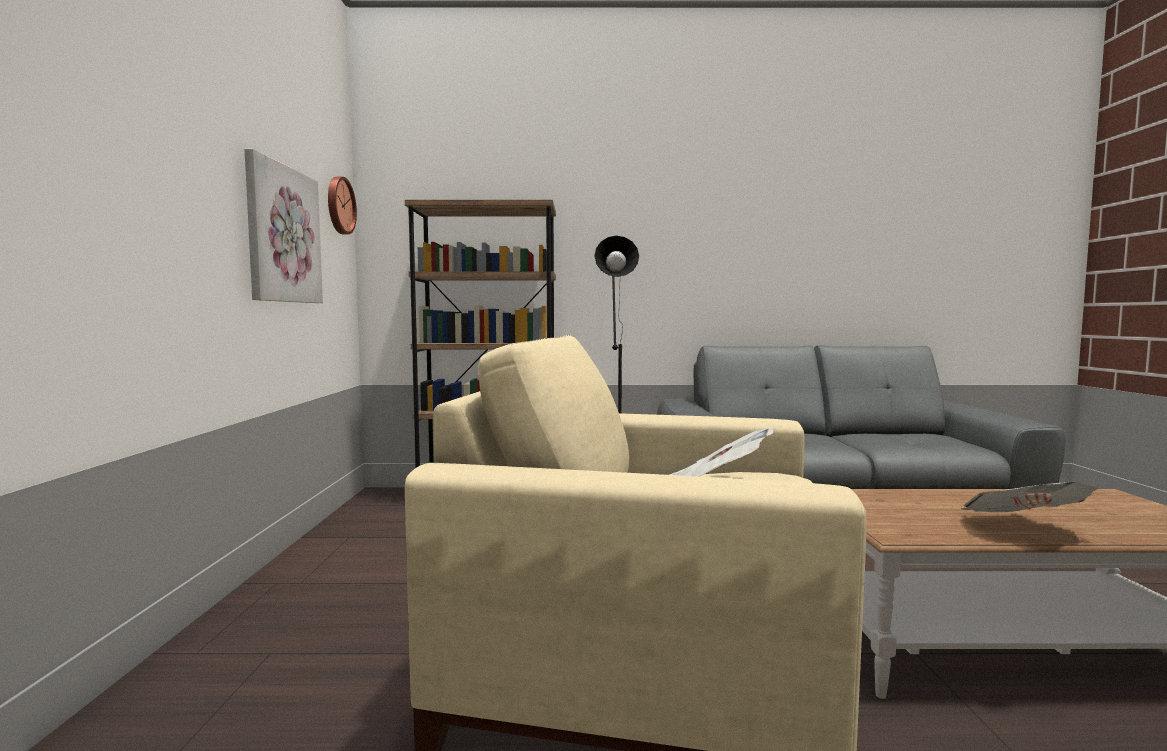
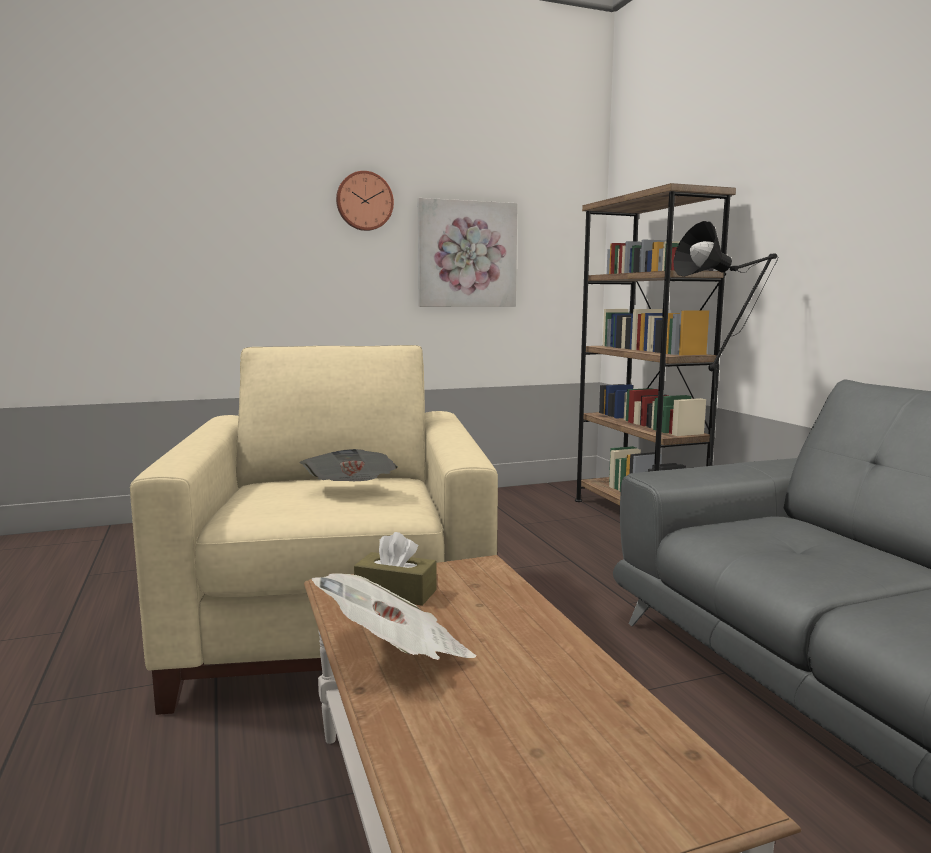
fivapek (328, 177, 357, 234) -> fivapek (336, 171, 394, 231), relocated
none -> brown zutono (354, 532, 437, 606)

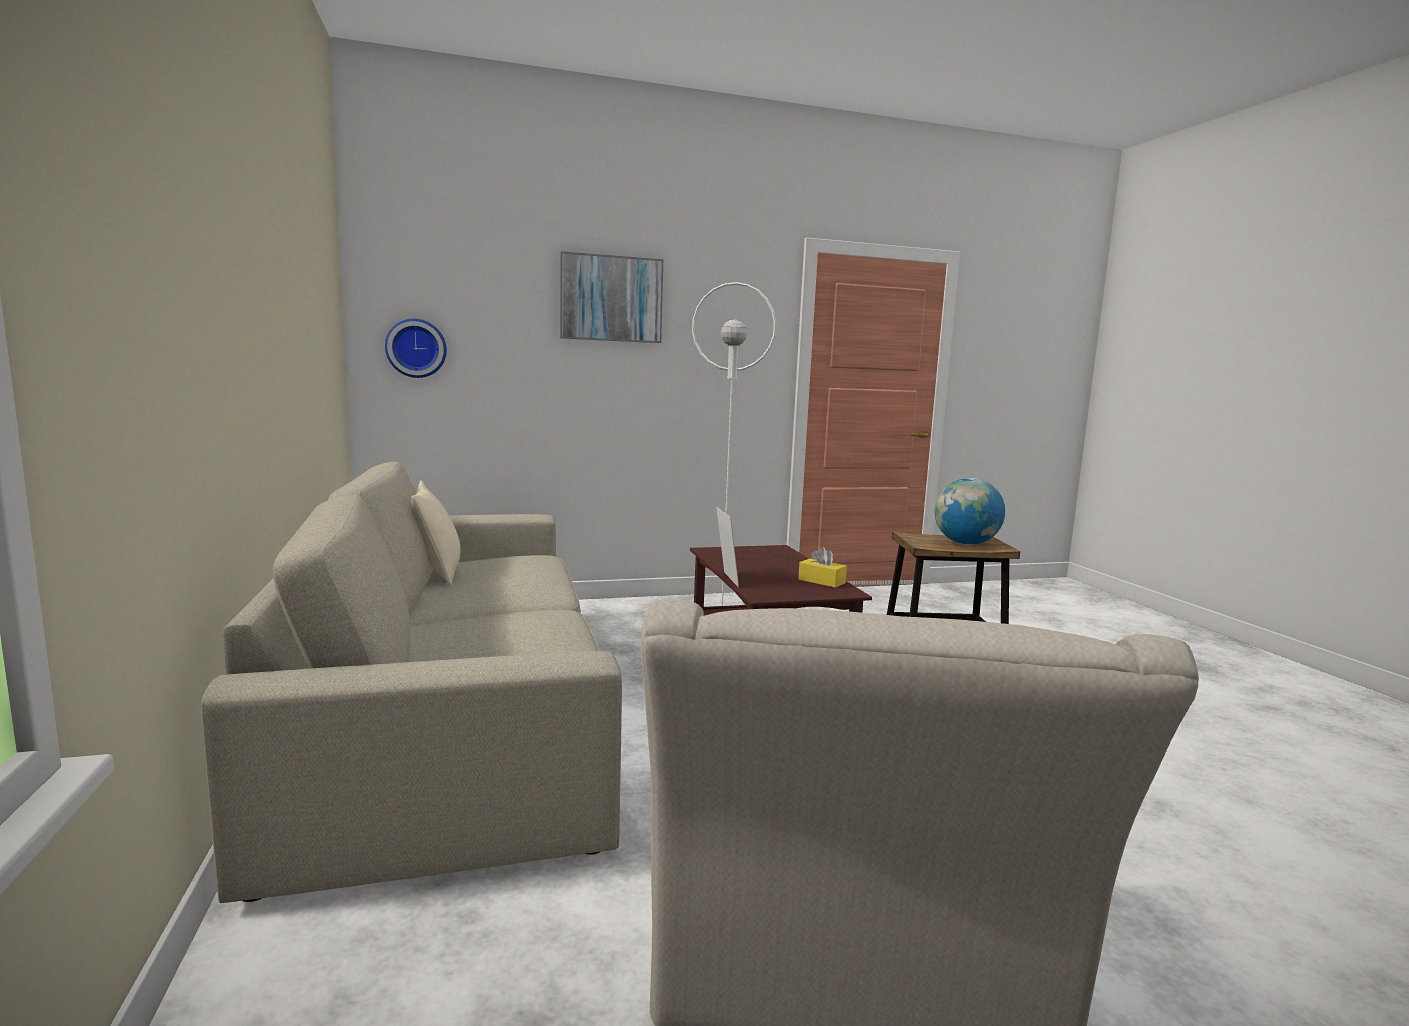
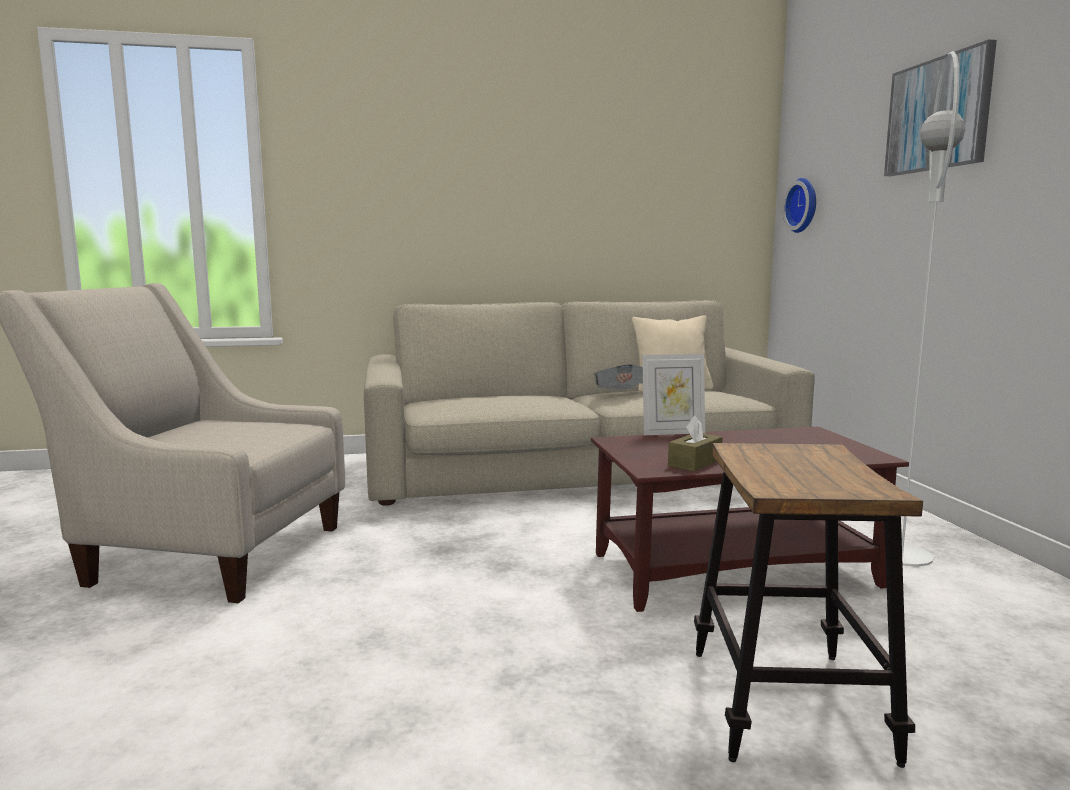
none -> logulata (594, 364, 643, 389)
yellow zutono (798, 547, 847, 588) -> brown zutono (668, 416, 723, 472)
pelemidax (935, 478, 1005, 545) -> none

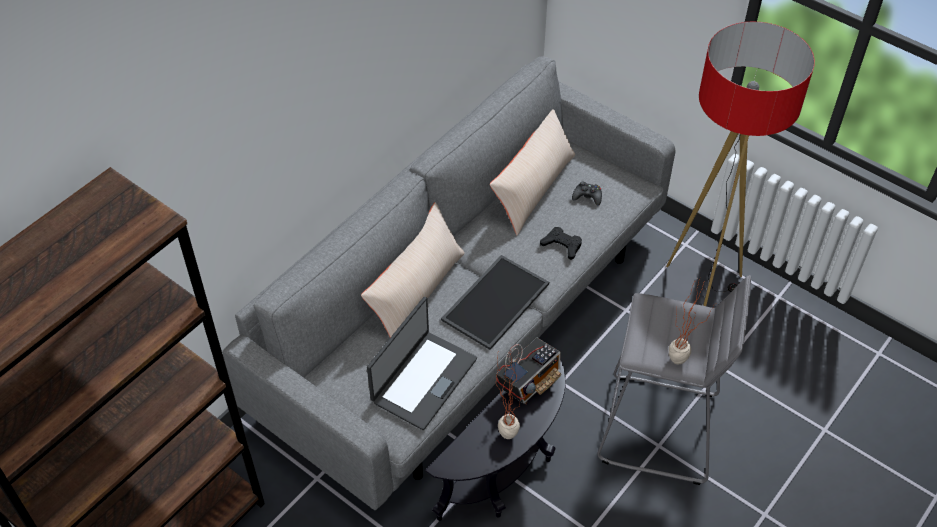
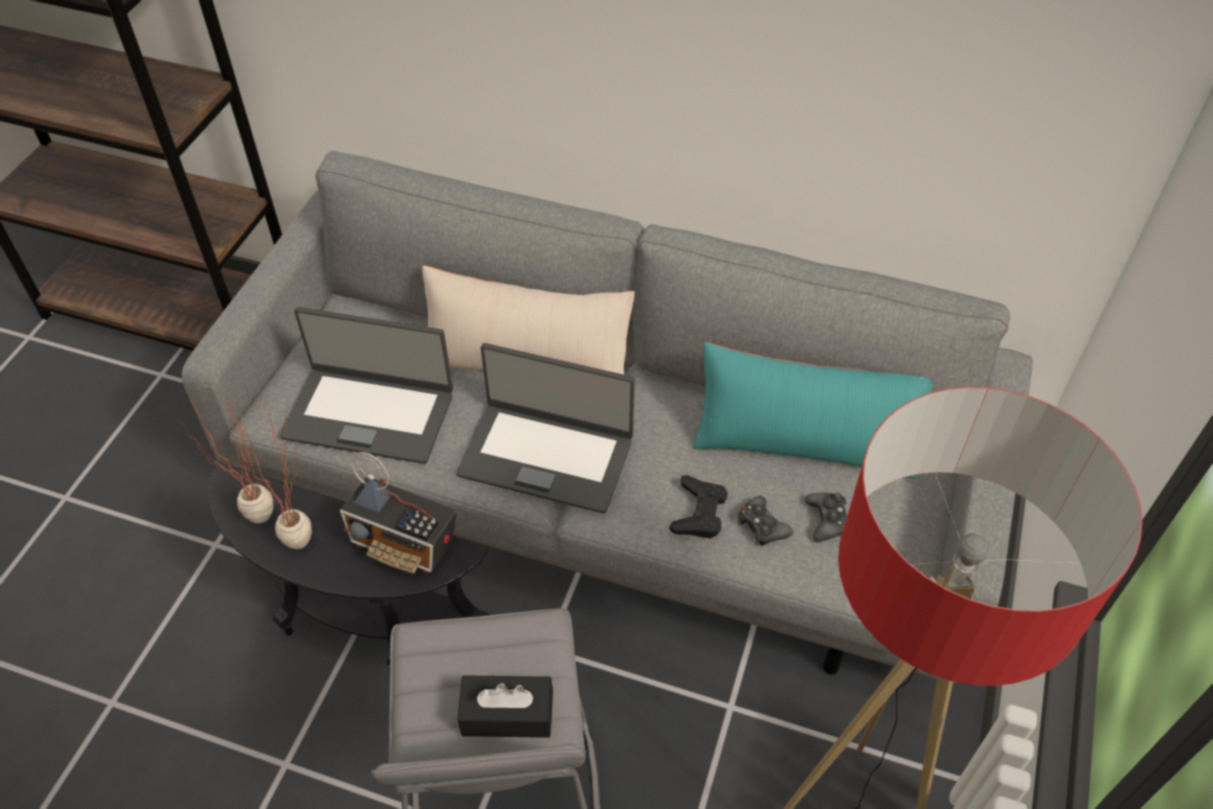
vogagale (669, 277, 715, 364) -> vogagale (179, 392, 274, 524), relocated
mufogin (441, 255, 549, 350) -> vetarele (456, 343, 635, 513)
none -> black zutono (458, 675, 553, 738)
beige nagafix (490, 109, 575, 235) -> turquoise nagafix (692, 342, 933, 479)
none -> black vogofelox (737, 496, 794, 546)

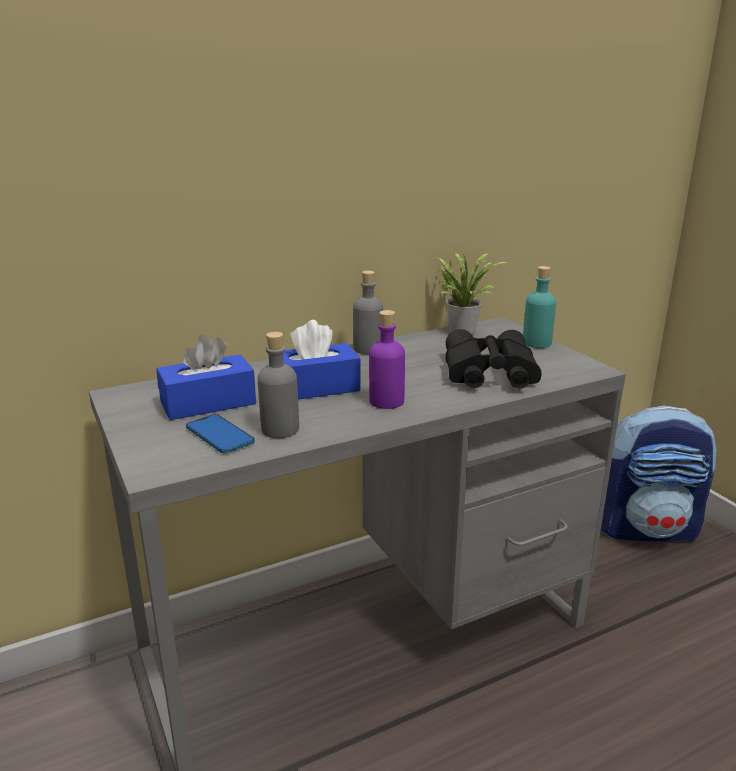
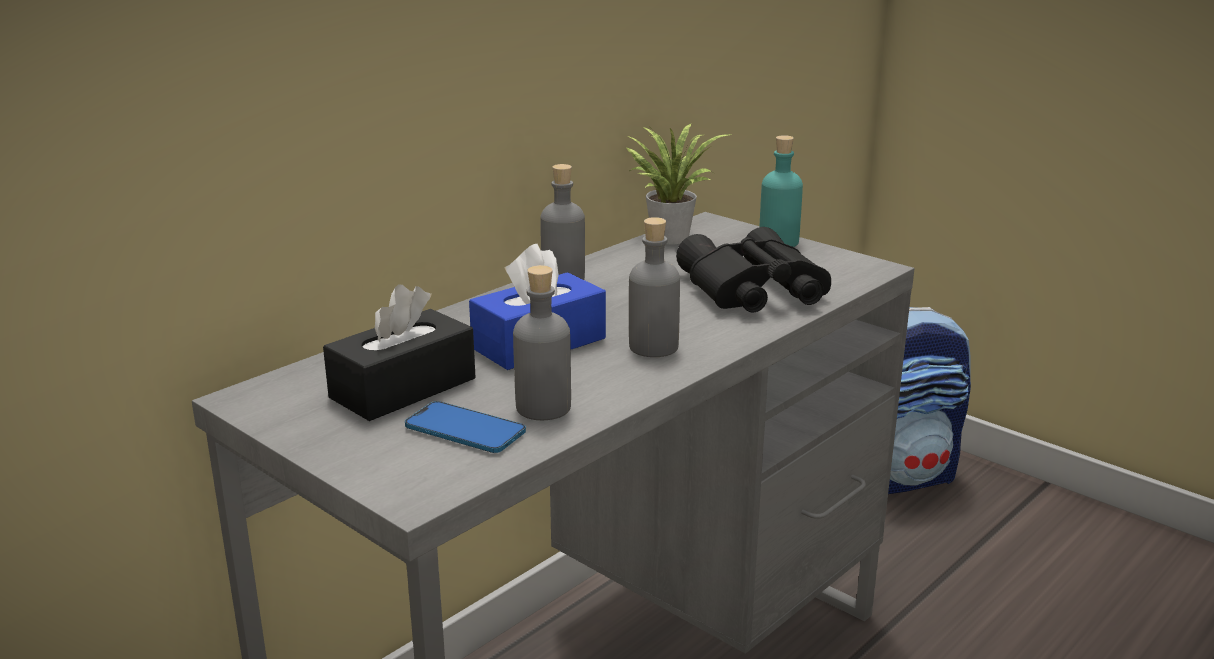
blue zutono (156, 334, 256, 420) -> black zutono (323, 284, 475, 421)
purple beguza (369, 310, 405, 409) -> grey beguza (629, 217, 680, 357)

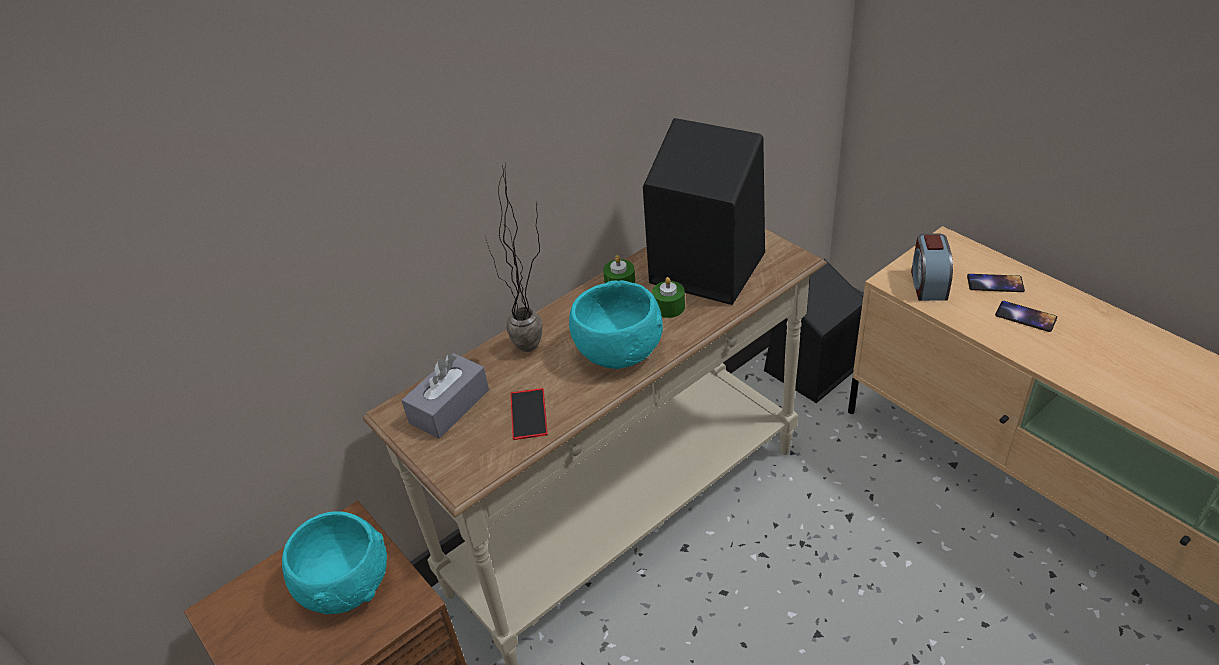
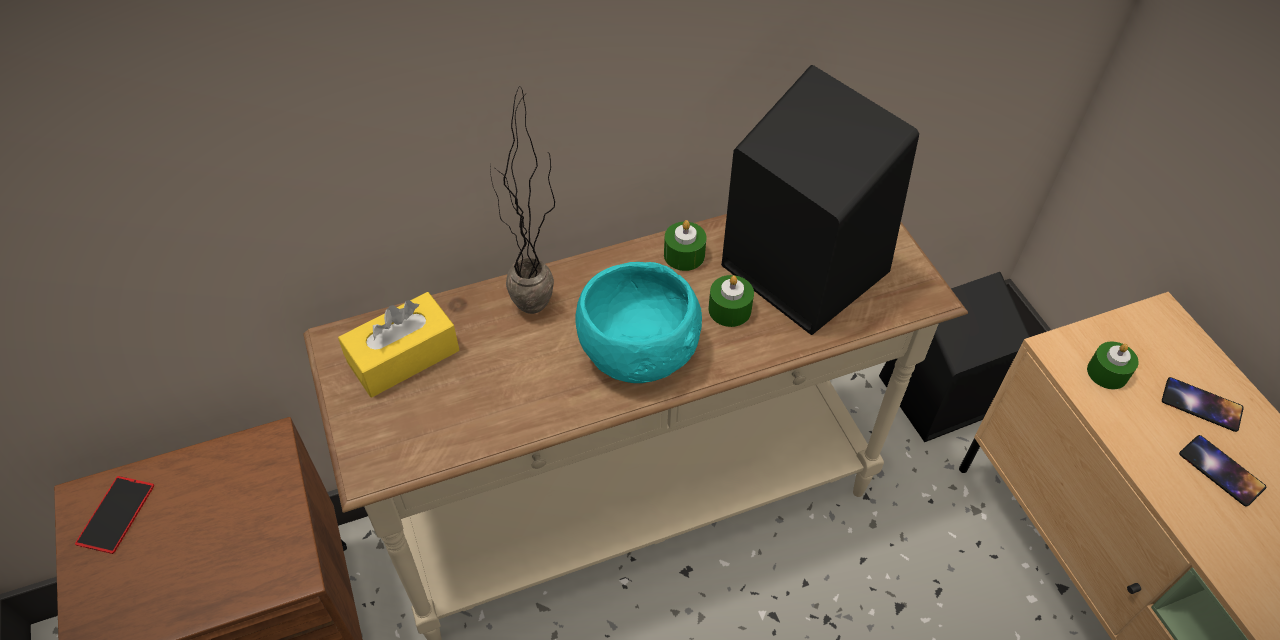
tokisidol (510, 388, 548, 440) -> tokisidol (75, 476, 154, 554), relocated
grey zutono (402, 353, 489, 439) -> yellow zutono (338, 292, 459, 397)
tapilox (911, 233, 953, 301) -> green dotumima (1087, 342, 1139, 389)
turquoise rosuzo (282, 511, 387, 614) -> none

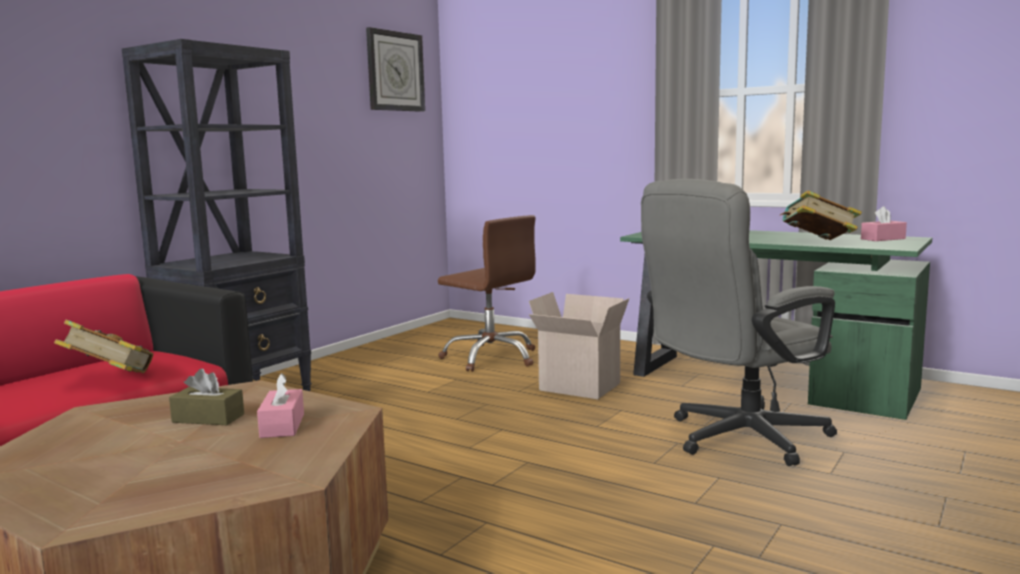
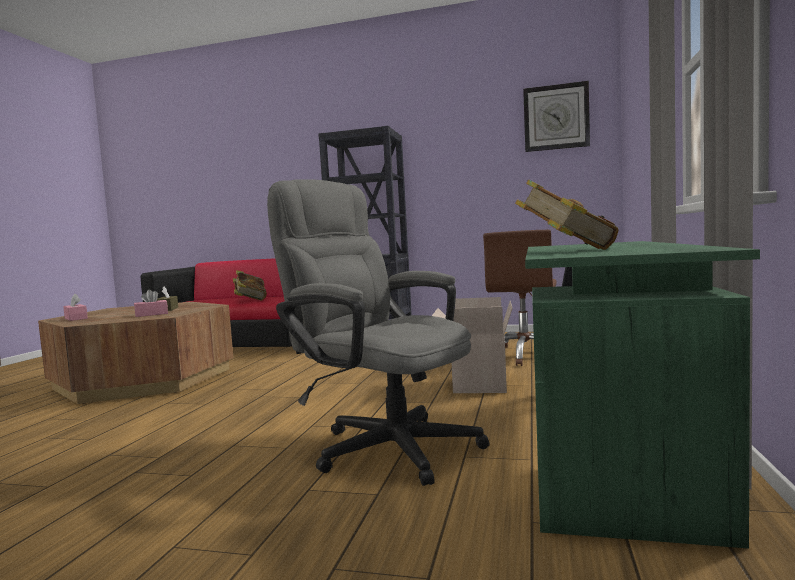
pink zutono (861, 206, 907, 241) -> pink zutono (63, 294, 88, 321), relocated

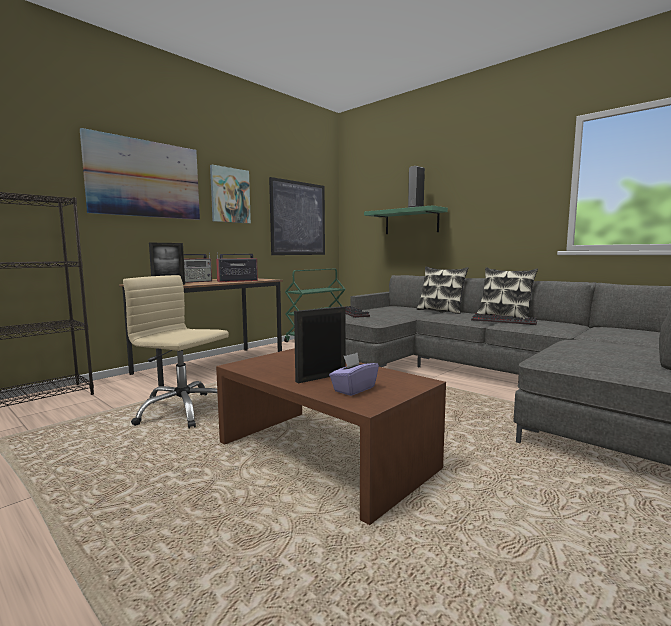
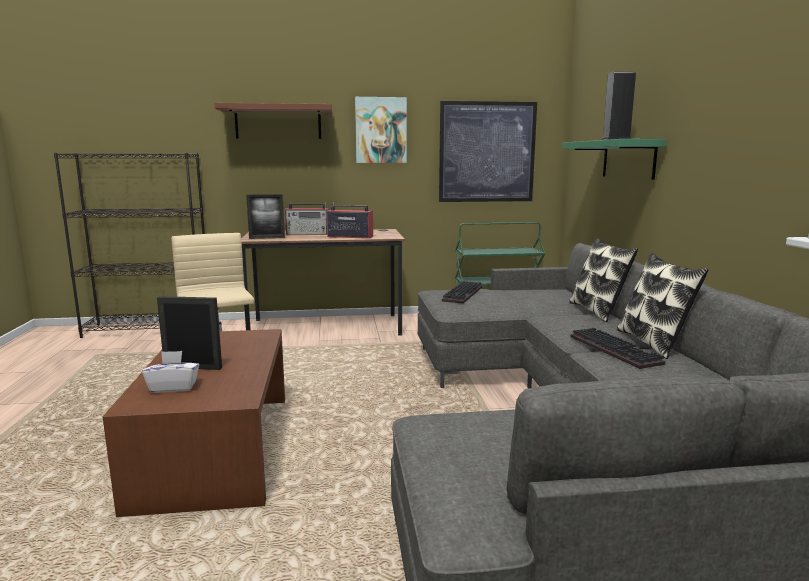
purple zutono (329, 352, 379, 396) -> white zutono (142, 351, 199, 393)
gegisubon (80, 128, 200, 220) -> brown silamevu (215, 103, 332, 139)

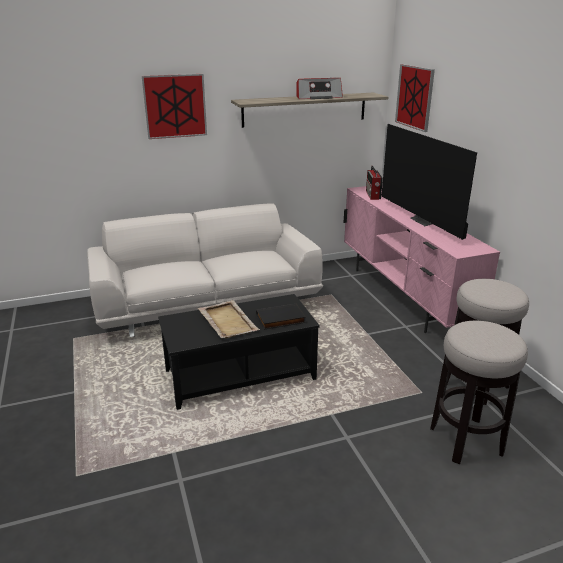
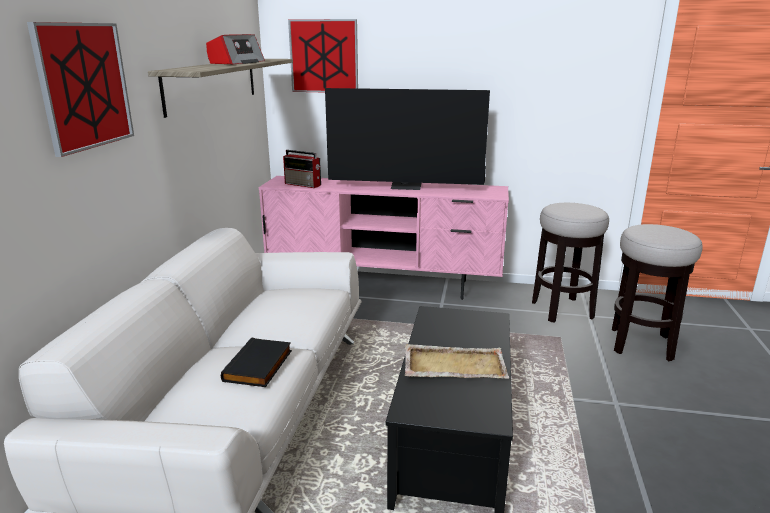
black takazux (256, 303, 306, 329) -> black takazux (221, 338, 292, 387), relocated

